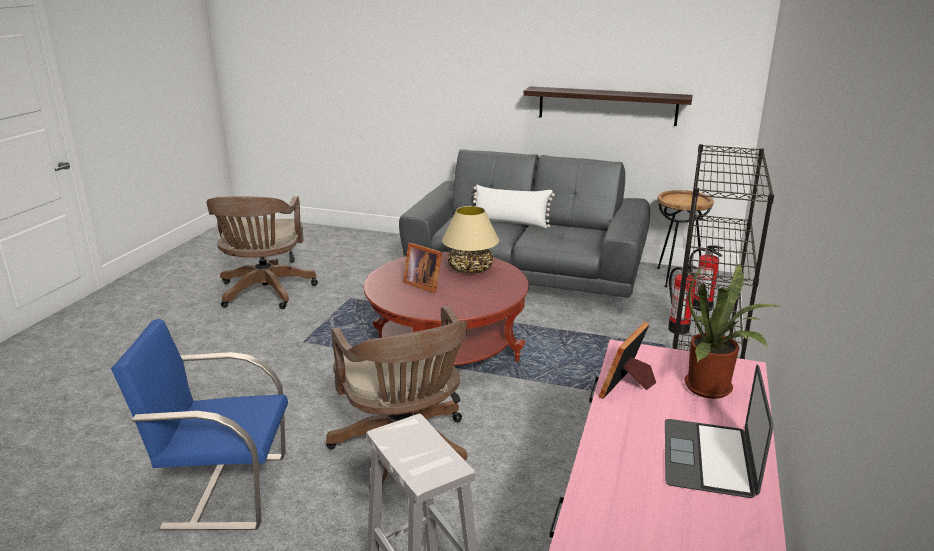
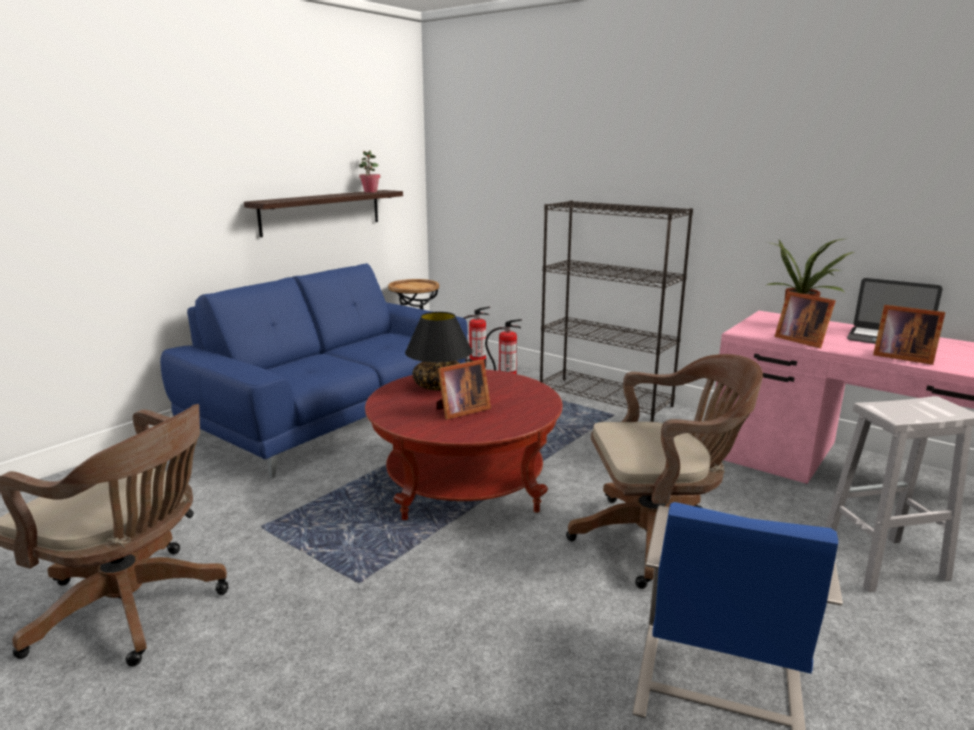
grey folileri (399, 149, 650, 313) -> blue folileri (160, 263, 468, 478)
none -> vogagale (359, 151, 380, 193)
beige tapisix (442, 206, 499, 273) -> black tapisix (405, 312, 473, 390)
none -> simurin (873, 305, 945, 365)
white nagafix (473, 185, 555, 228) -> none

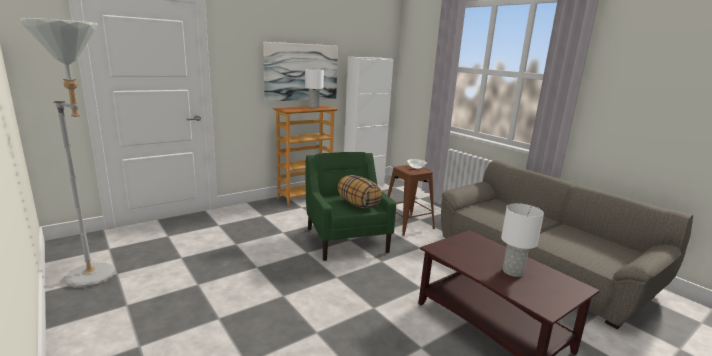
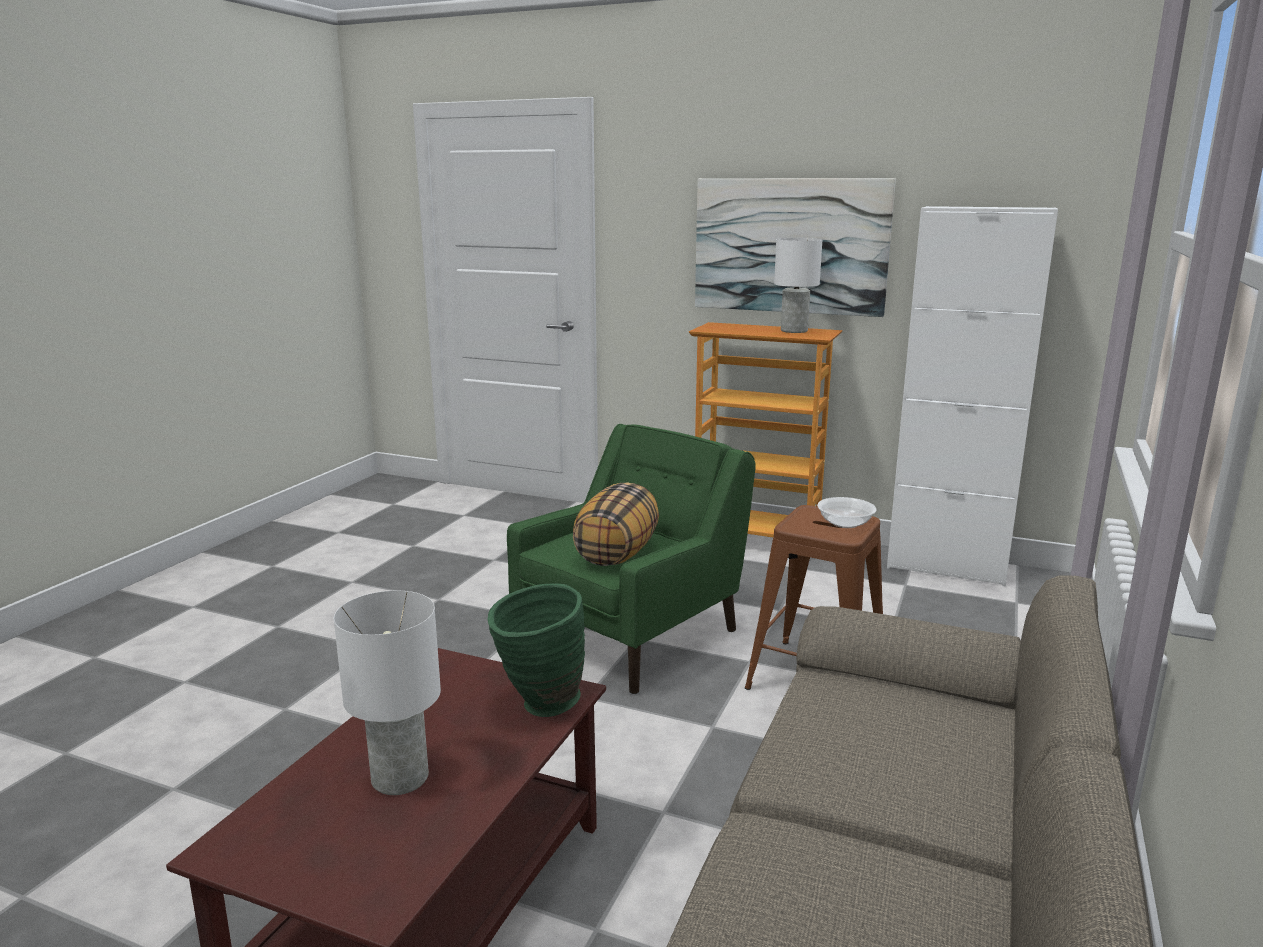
none -> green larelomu (488, 584, 585, 717)
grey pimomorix (19, 18, 115, 288) -> none

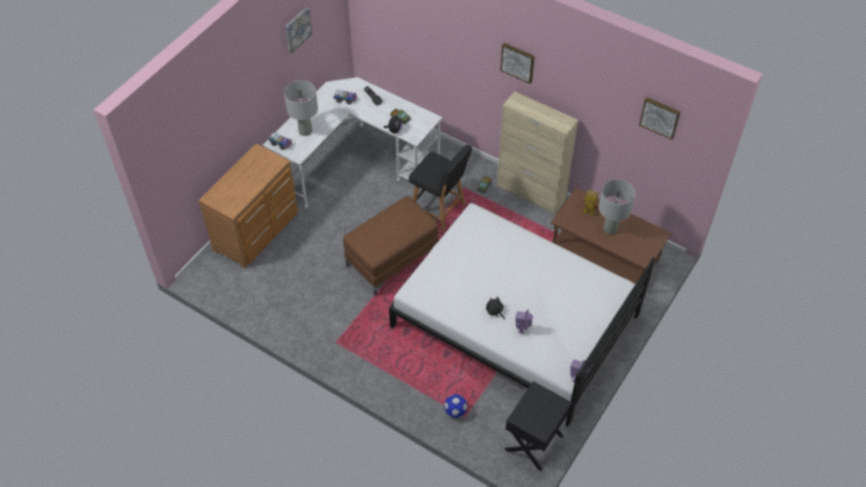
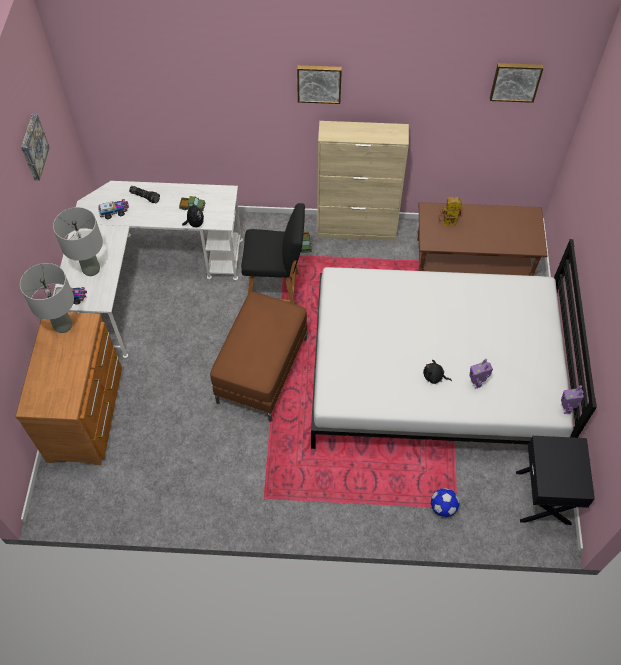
grey tapisix (599, 179, 635, 234) -> grey tapisix (20, 263, 74, 333), relocated

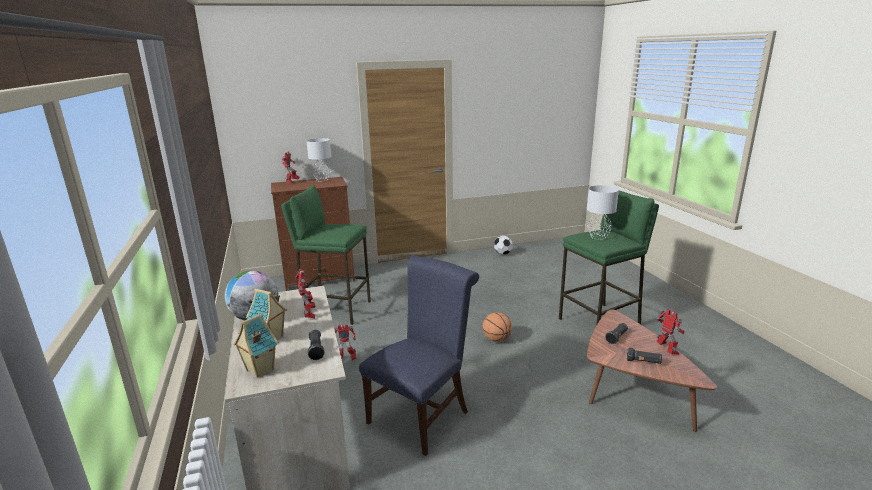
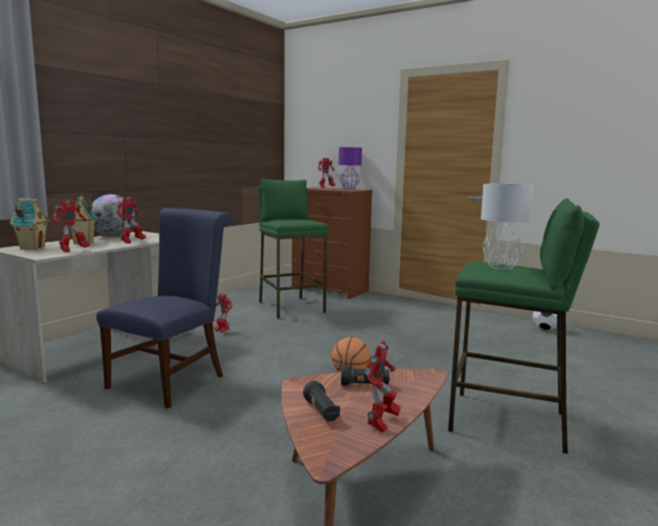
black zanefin (308, 330, 324, 360) -> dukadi (53, 200, 90, 252)
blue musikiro (359, 255, 479, 456) -> blue musikiro (96, 208, 232, 408), 60 degrees counterclockwise
grey tapisix (306, 138, 331, 182) -> purple tapisix (339, 147, 362, 190)

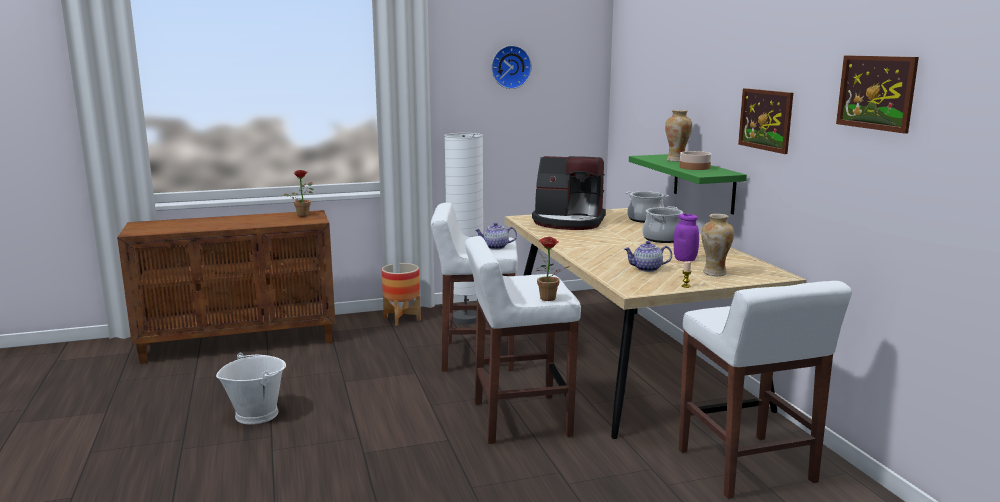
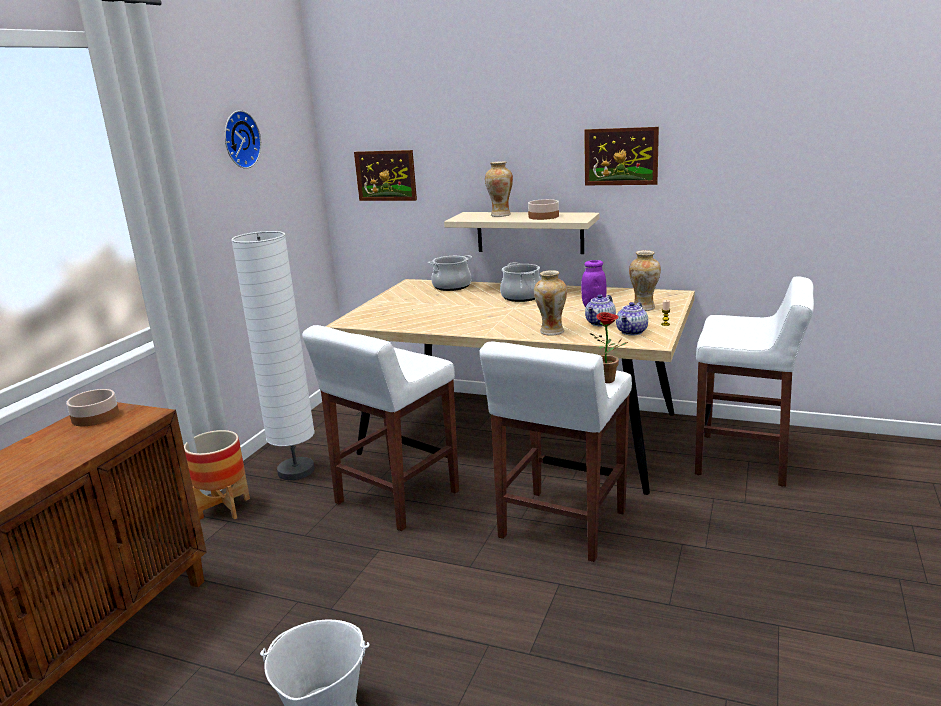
vogagale (284, 170, 314, 217) -> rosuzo (66, 389, 119, 426)
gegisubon (836, 55, 919, 134) -> gegisubon (354, 150, 417, 201), relocated
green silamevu (629, 154, 747, 214) -> beige silamevu (444, 212, 599, 254)
none -> larelomu (534, 270, 567, 336)
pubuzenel (475, 223, 517, 250) -> pubuzenel (616, 302, 648, 336), relocated
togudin (532, 156, 606, 230) -> none

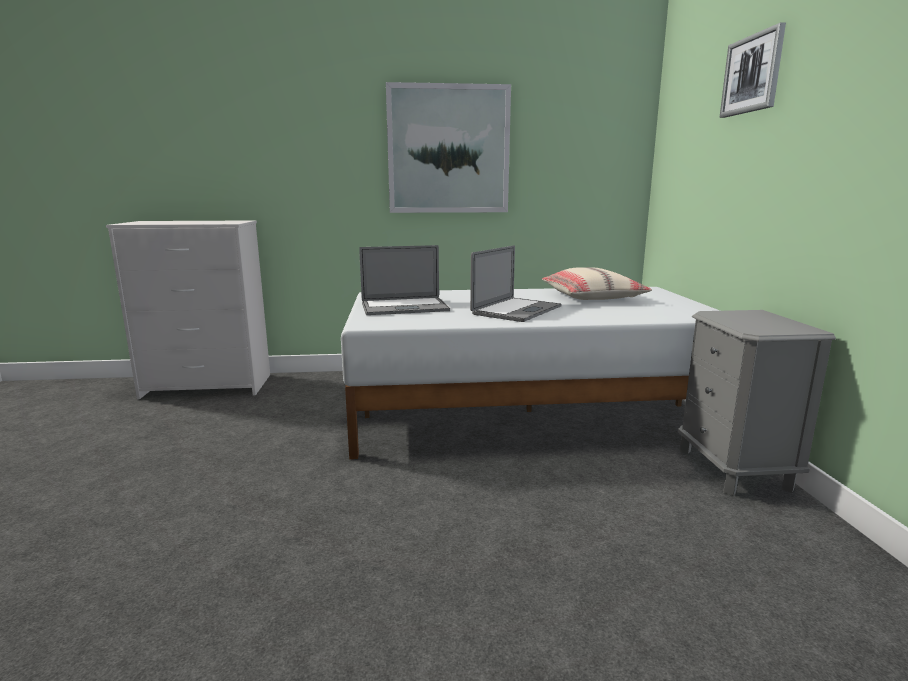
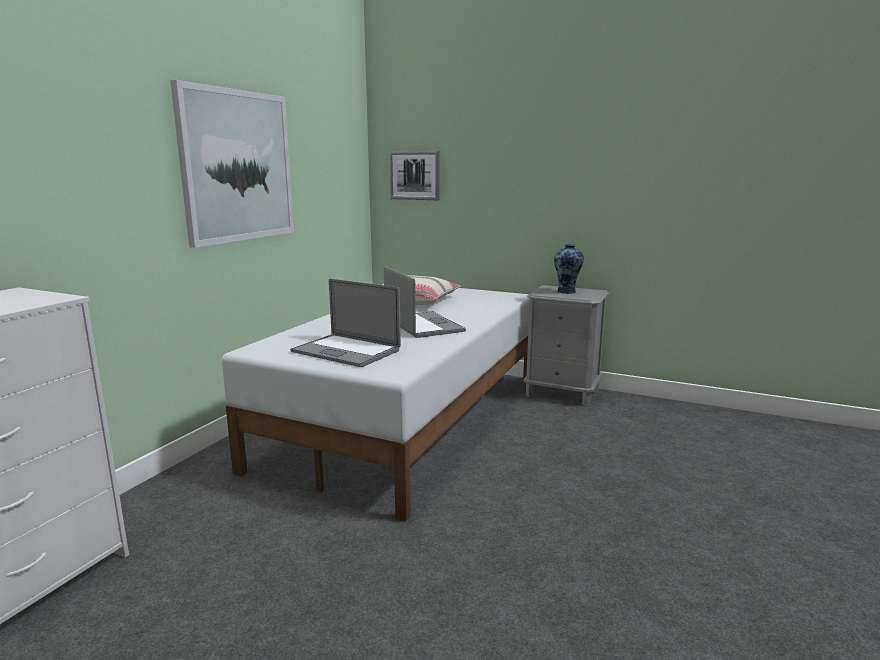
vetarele (359, 245, 450, 315) -> vetarele (290, 278, 401, 367), 105 degrees clockwise
gegisubon (719, 22, 786, 118) -> gegisubon (389, 151, 439, 200), relocated
none -> larelomu (554, 244, 584, 294)

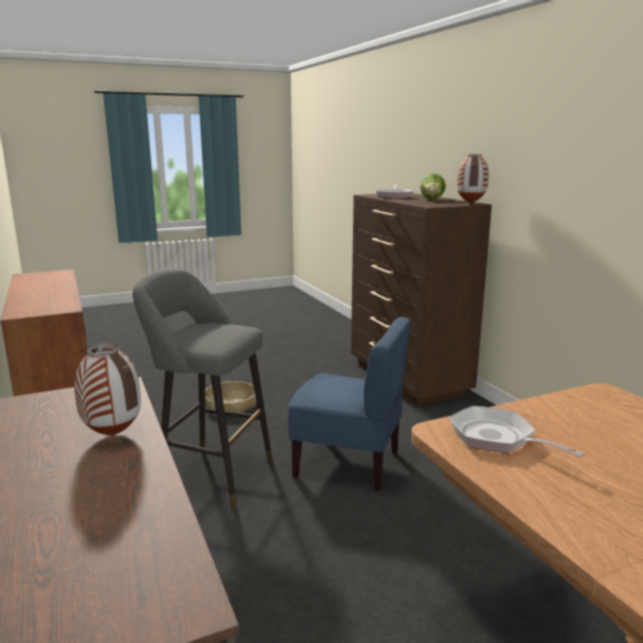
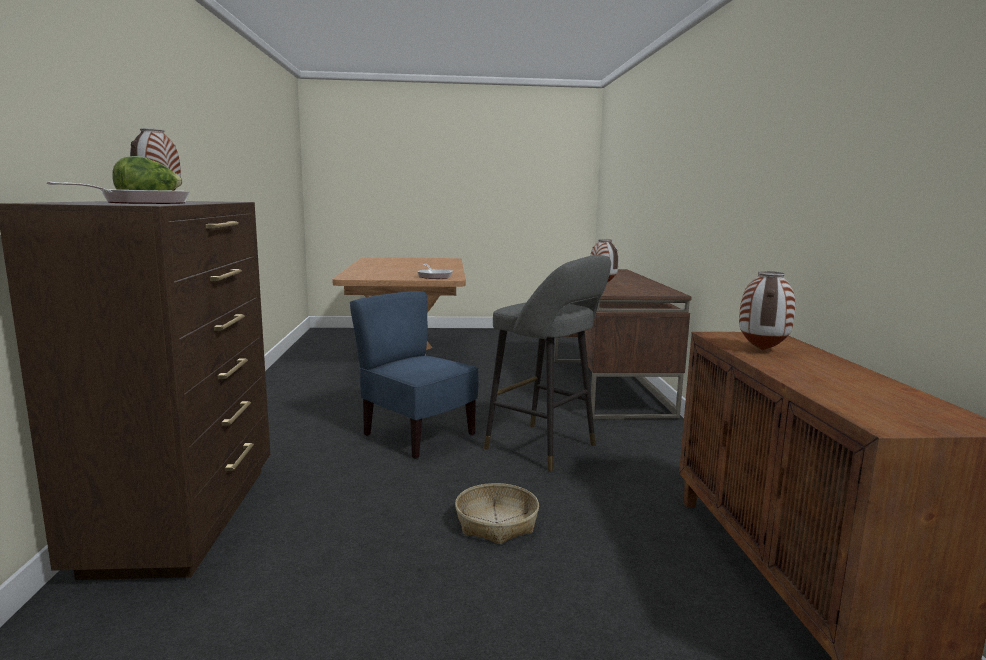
none -> larelomu (739, 271, 796, 350)

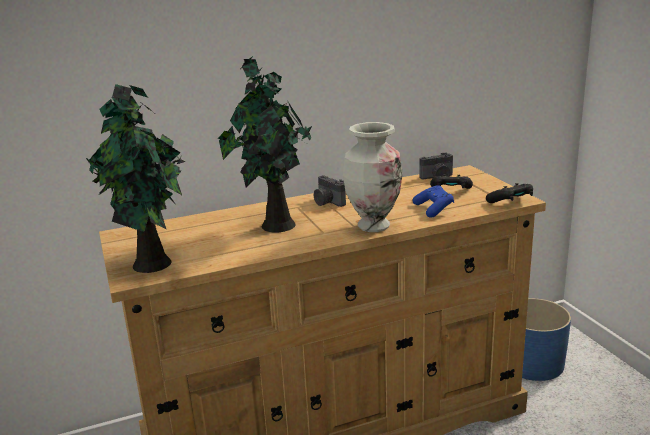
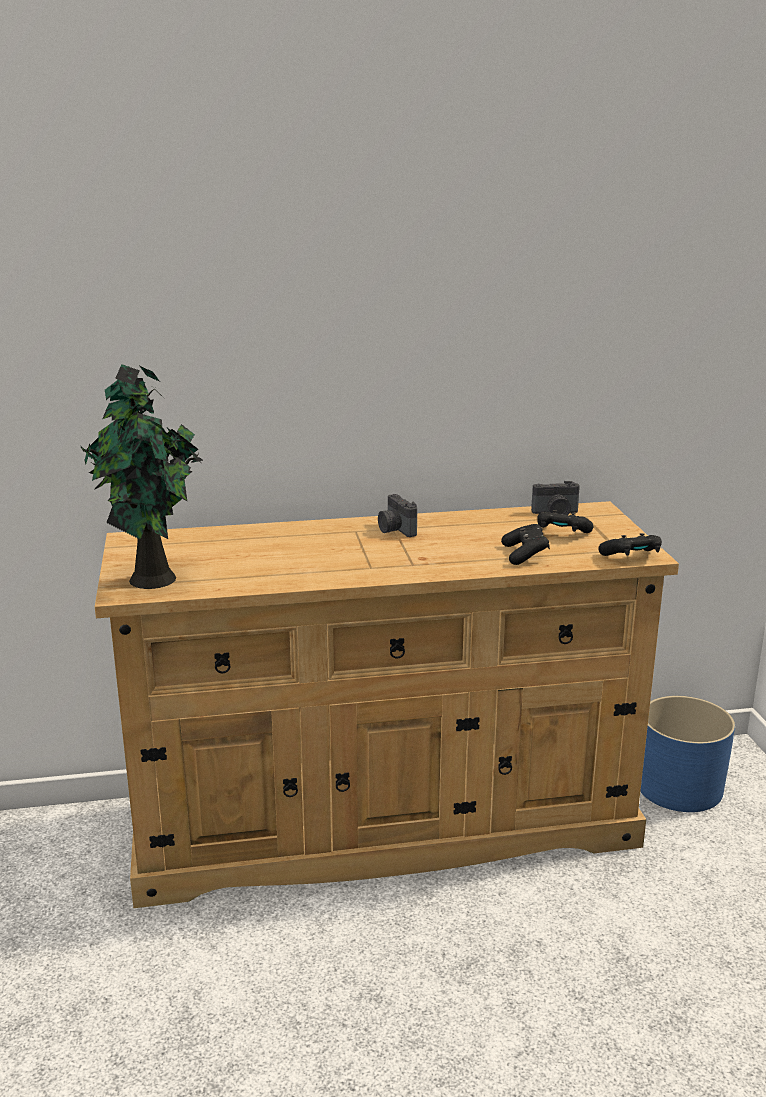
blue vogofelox (413, 185, 454, 218) -> black vogofelox (501, 524, 550, 565)
vogagale (218, 56, 312, 232) -> none
larelomu (343, 122, 402, 232) -> none

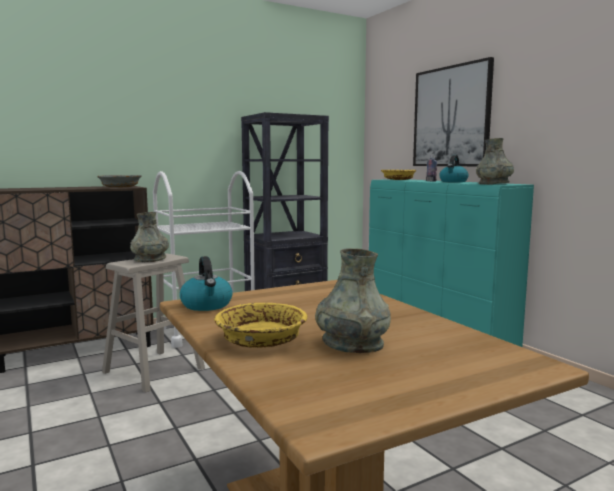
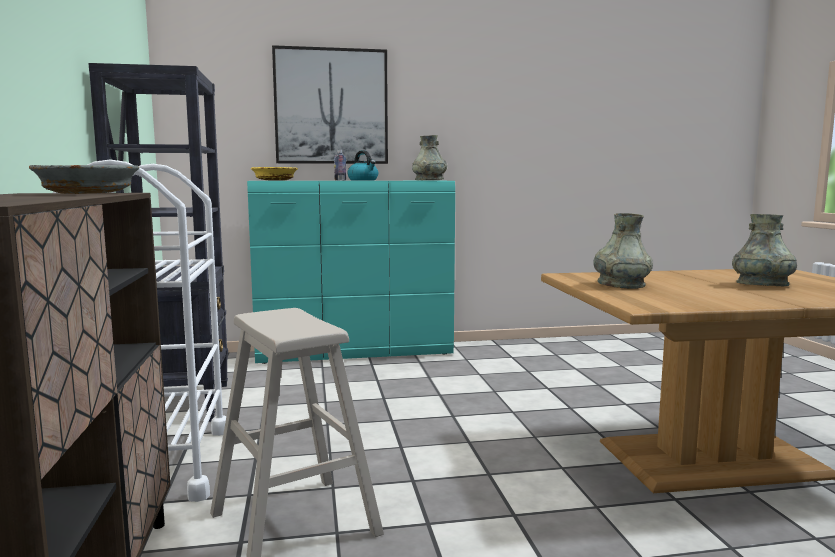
grey larelomu (130, 212, 169, 262) -> grey larelomu (593, 213, 653, 289), relocated
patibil (180, 256, 233, 311) -> none
yellow rosuzo (214, 302, 307, 348) -> none

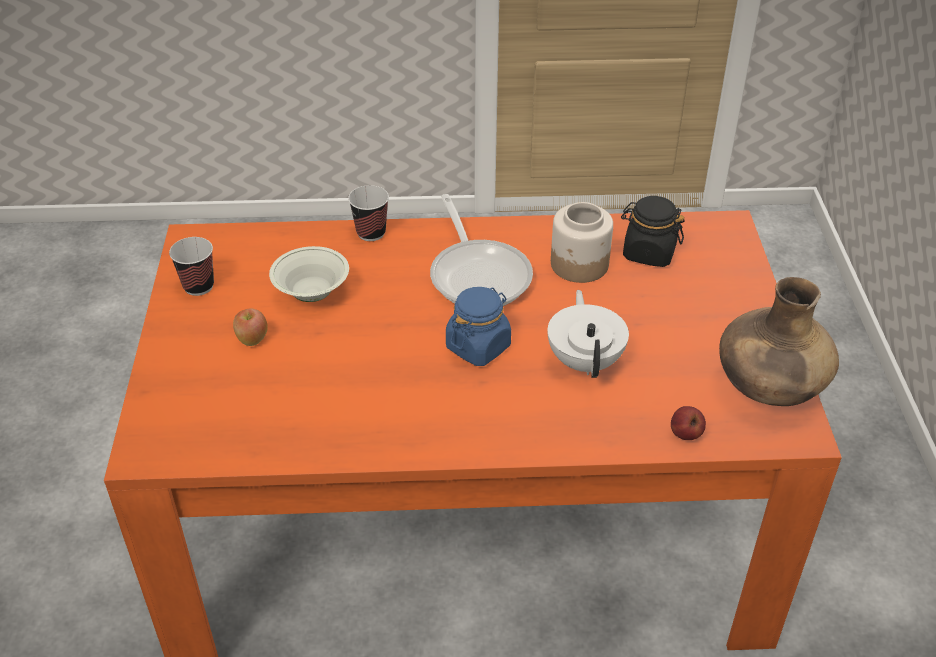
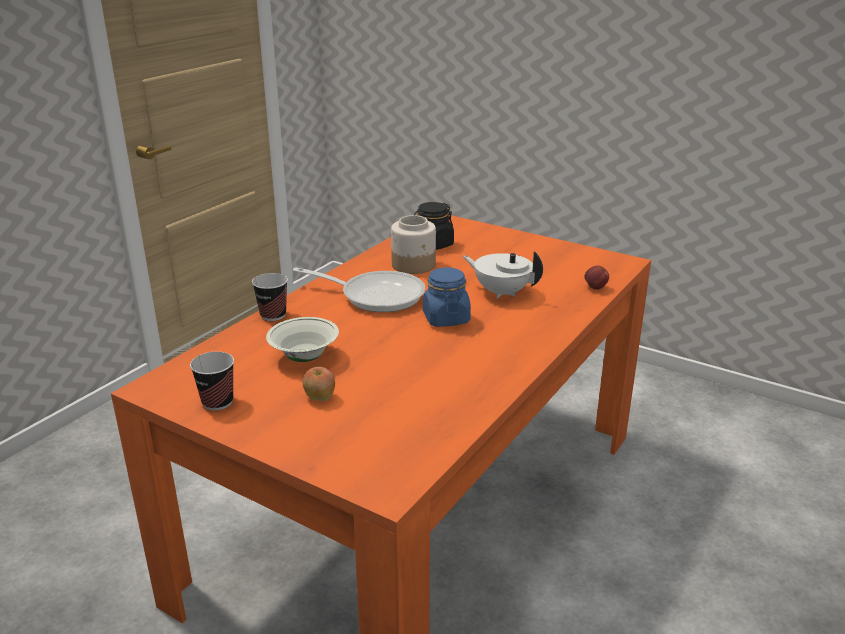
brown larelomu (719, 277, 839, 406) -> none

